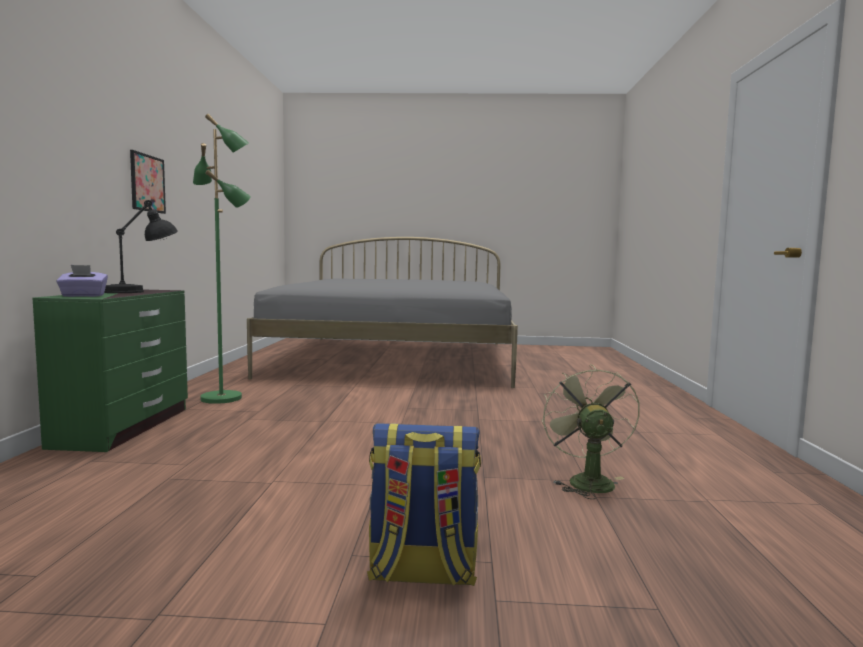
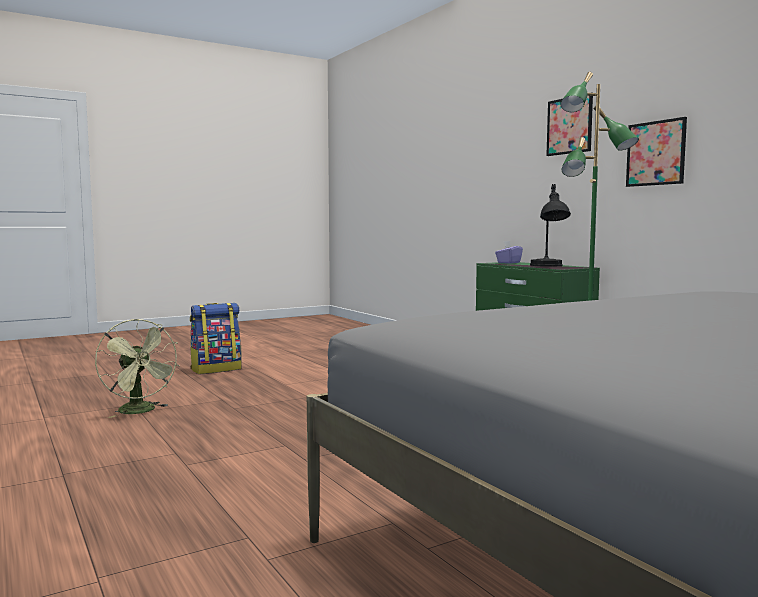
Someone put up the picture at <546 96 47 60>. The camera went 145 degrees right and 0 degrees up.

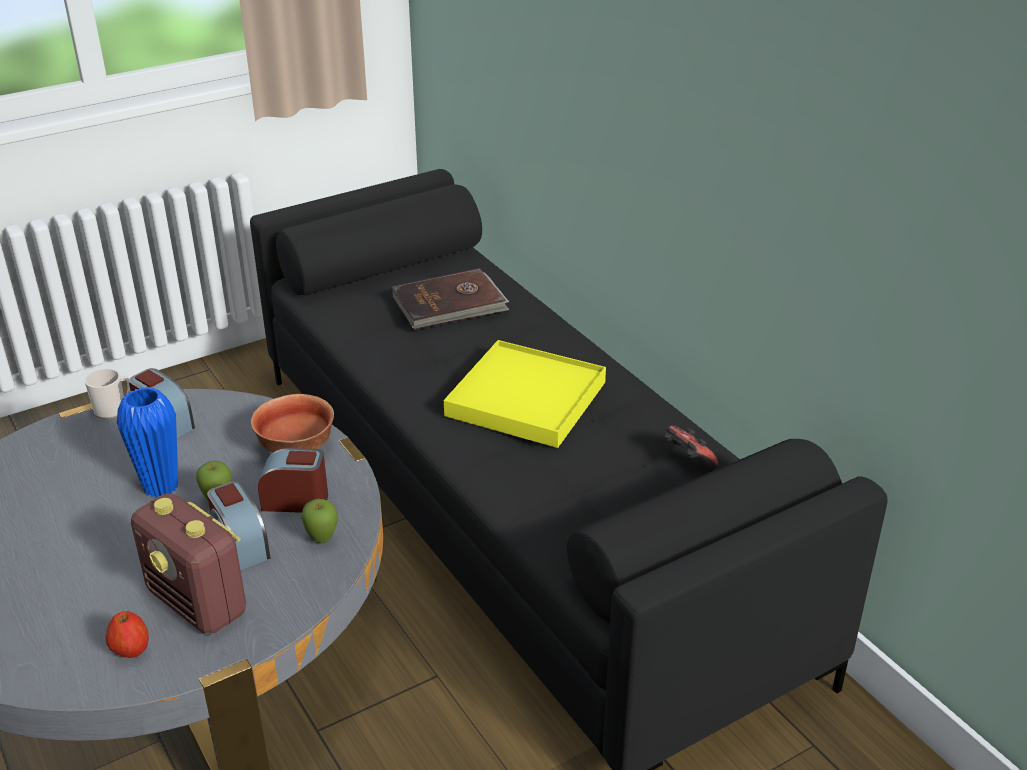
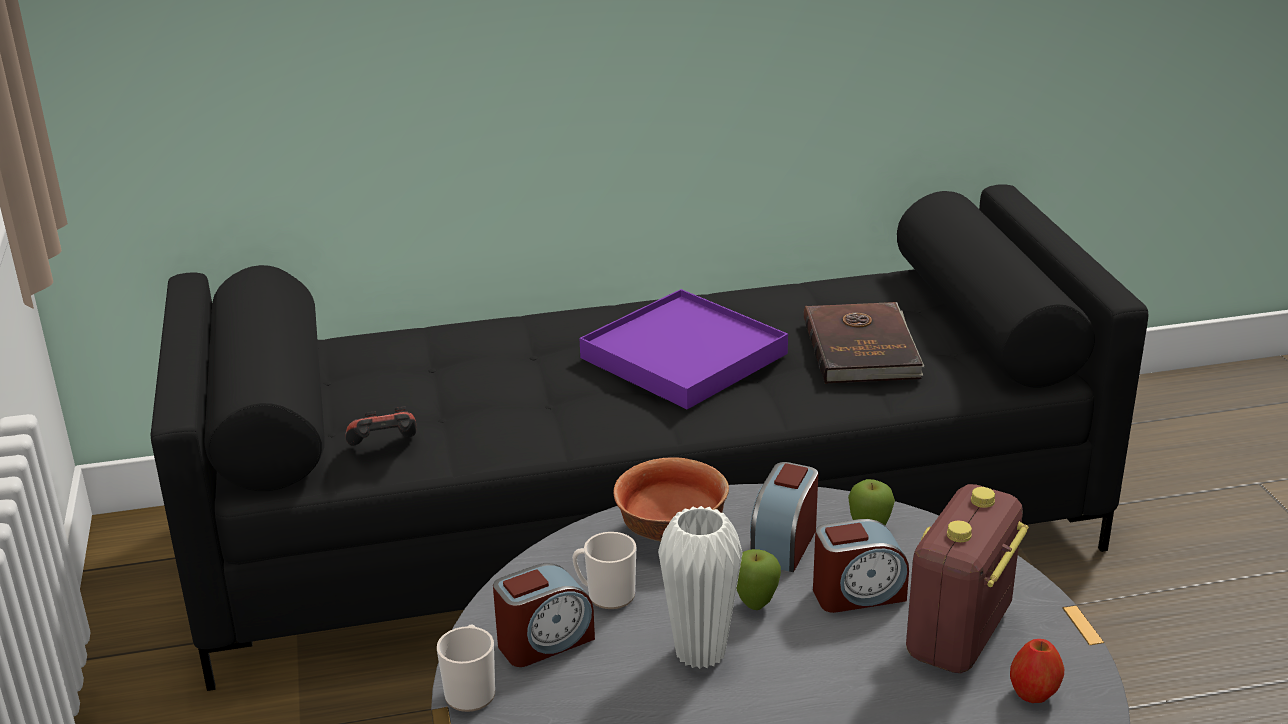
Someone carried the brown book from <391 268 118 62> to <804 302 120 82>. Someone repainted the yellow tray at <444 340 162 108>, which became the purple tray at <579 289 209 120>. Someone repainted the blue vase at <117 387 61 111>, which became the white vase at <658 506 84 163>. Someone carried the game controller from <664 426 54 43> to <345 407 72 39>. Someone rotated the radio at <131 493 115 142> by 150 degrees clockwise. Someone put down the mug at <572 532 64 77>. The camera went 70 degrees left and 5 degrees down.

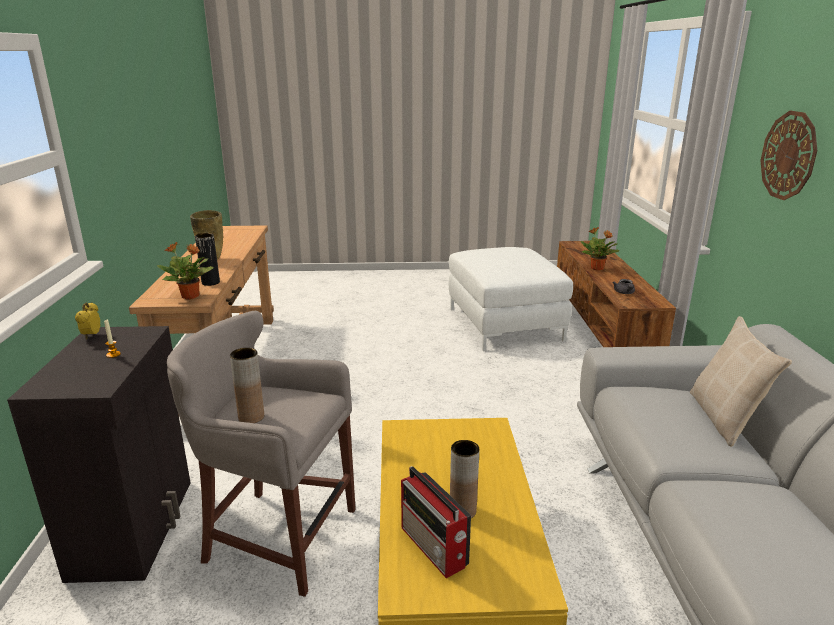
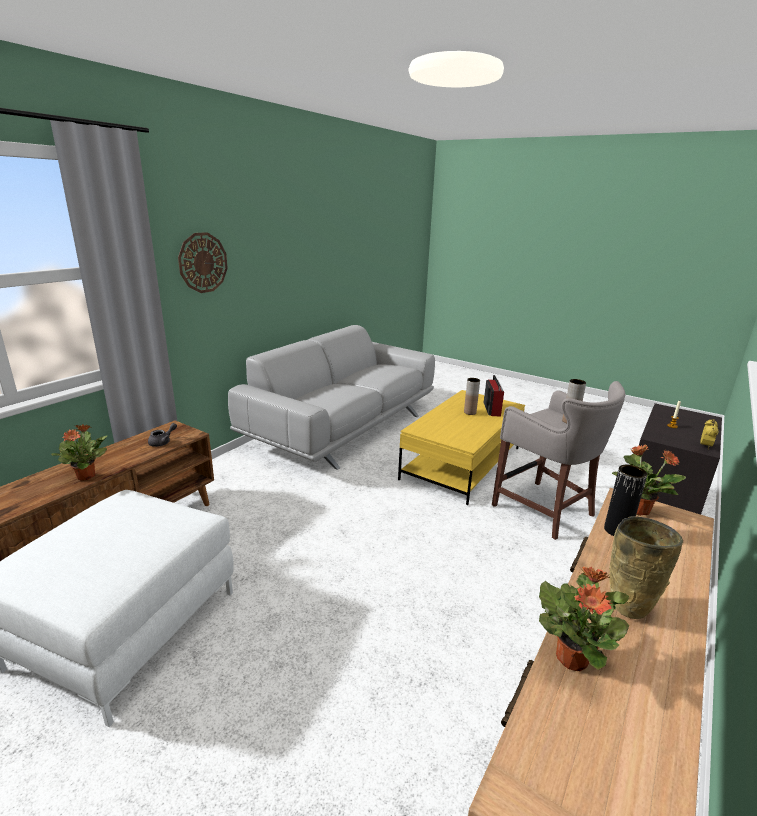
Someone took away the beige pillow at <690 316 102 131>. Someone put down the potted plant at <539 566 90 106>. The camera went 145 degrees left and 0 degrees up.

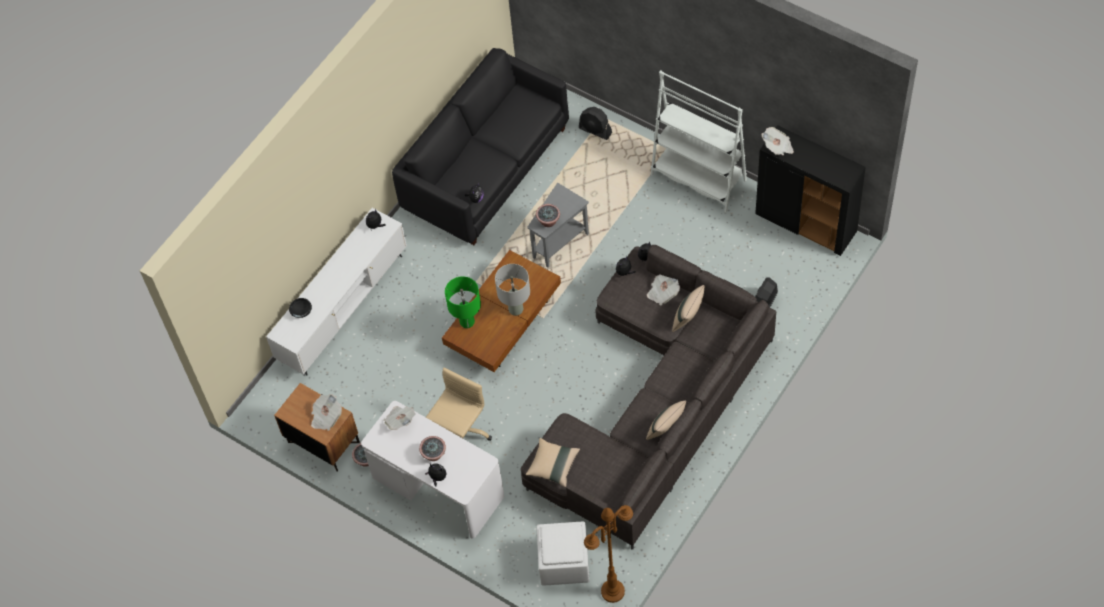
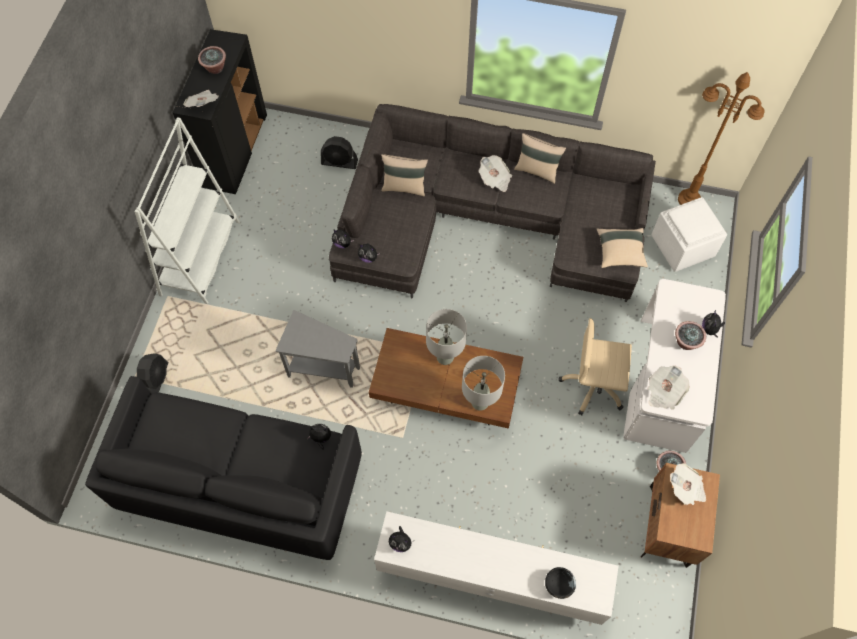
Someone carried the potted plant from <536 204 24 23> to <198 46 28 28>. Someone carried the newspaper from <647 274 33 31> to <479 155 33 37>. Someone repainted the green table lamp at <445 276 36 52>, which became the grey table lamp at <462 356 43 55>. The camera went 115 degrees left and 5 degrees up.

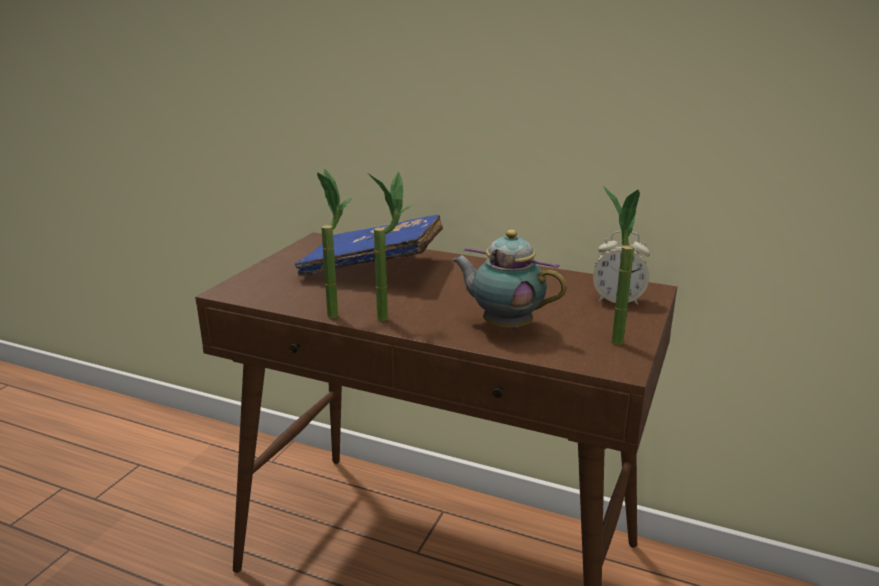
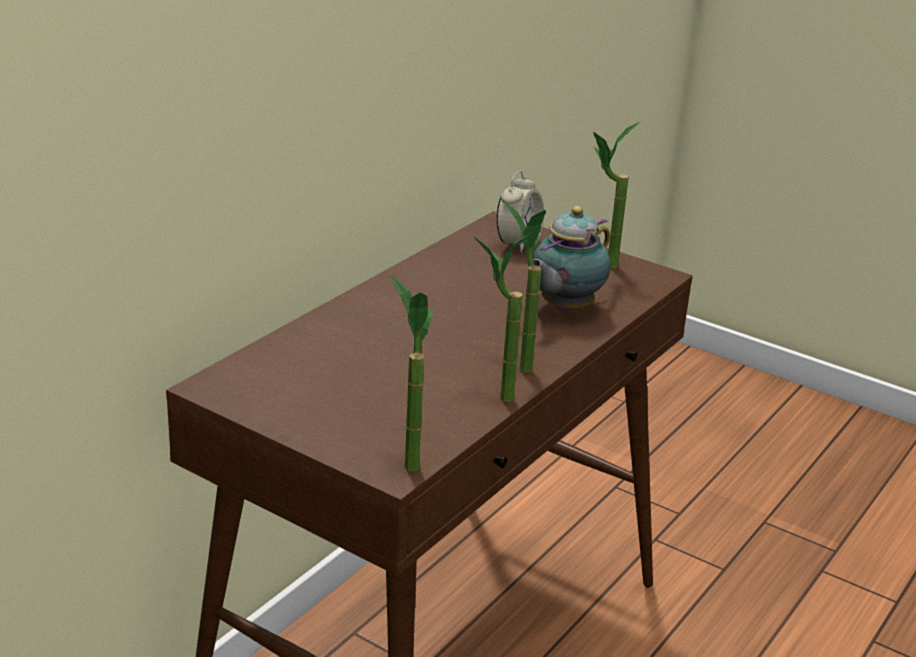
Someone took away the blue book at <295 214 148 62>. Someone put down the potted plant at <391 275 42 197>. The camera went 80 degrees left and 5 degrees up.

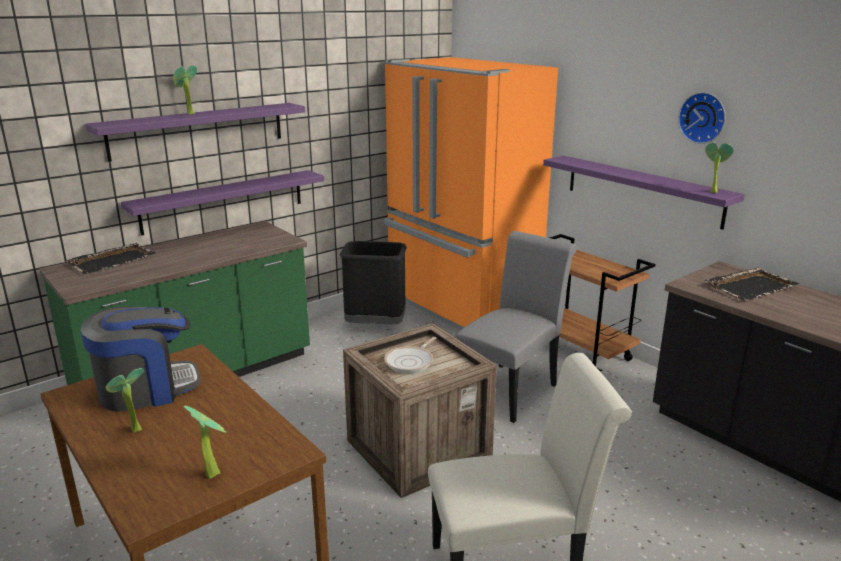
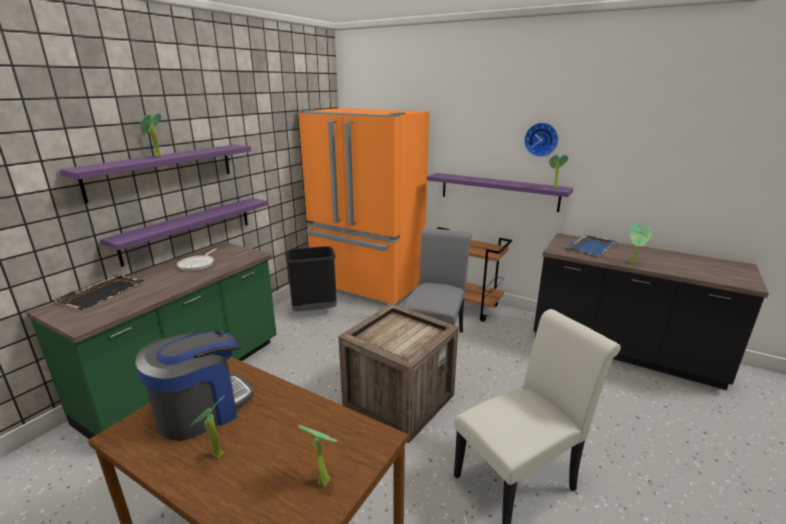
Someone repainted the black tray at <705 268 94 33>, which became the blue tray at <566 234 50 22>. Someone carried the frying pan from <384 337 52 36> to <177 248 40 23>. Someone put down the potted plant at <629 224 23 40>. The camera went 20 degrees left and 0 degrees up.

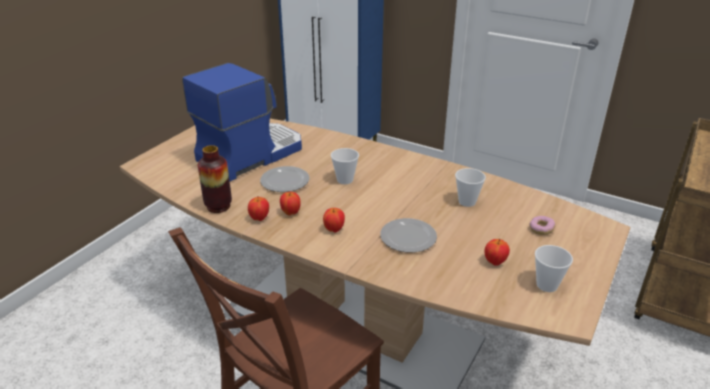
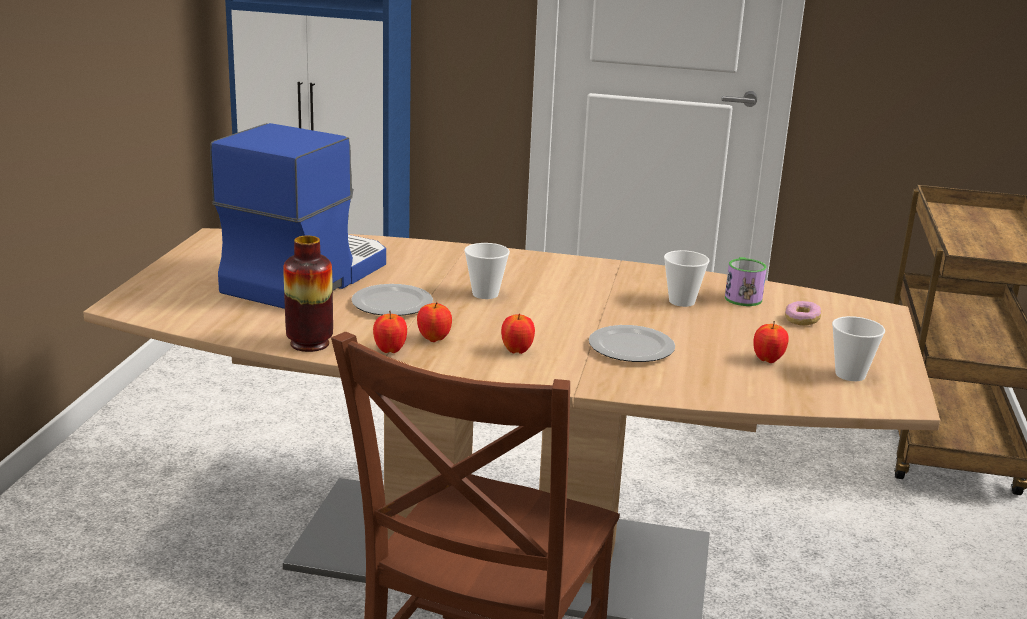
Someone put down the mug at <725 257 42 49>. The camera went 20 degrees left and 10 degrees down.

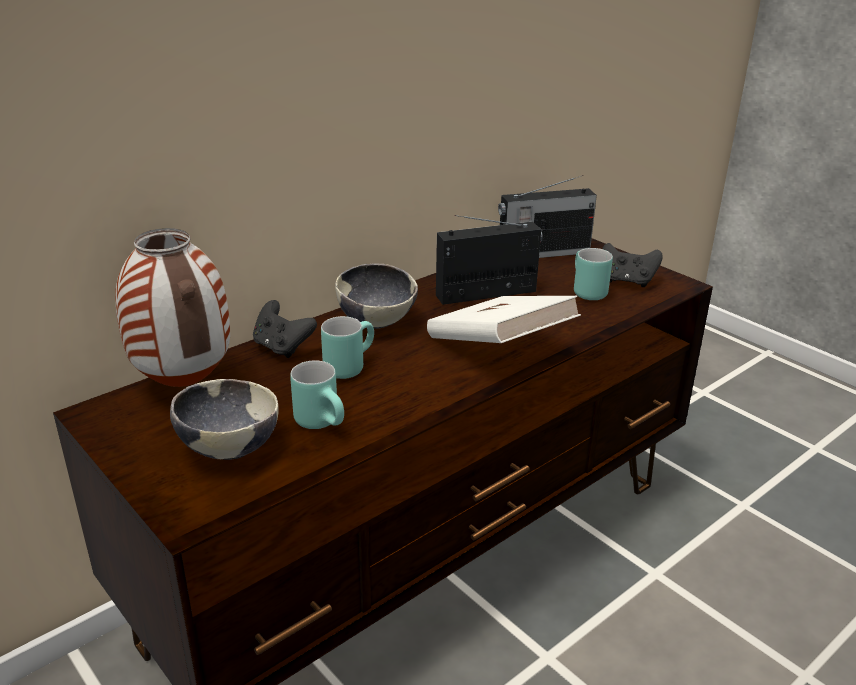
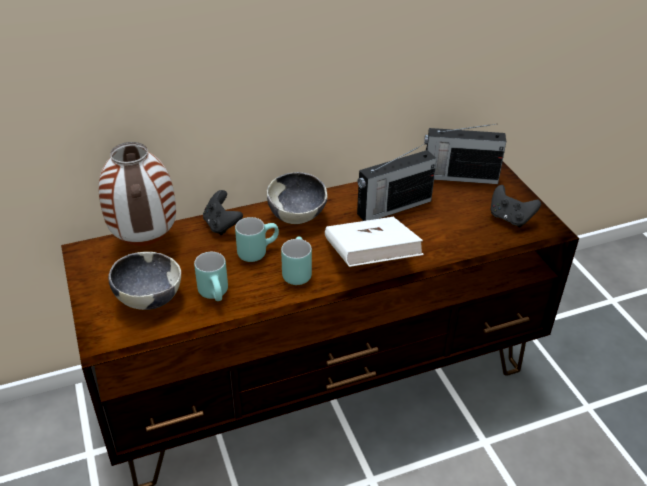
Someone rotated the radio at <436 215 107 90> by 150 degrees clockwise. Someone carried the turquoise mug from <574 248 39 52> to <281 236 31 49>. The camera went 20 degrees right and 10 degrees up.

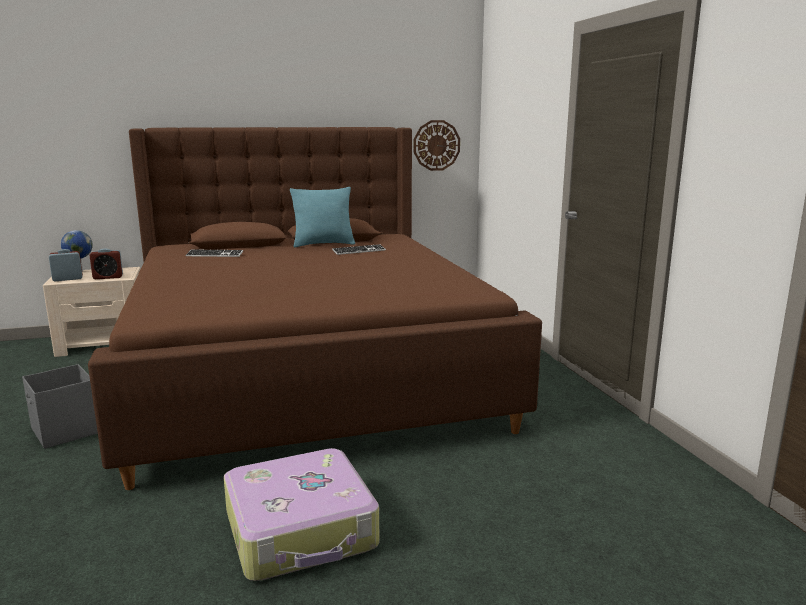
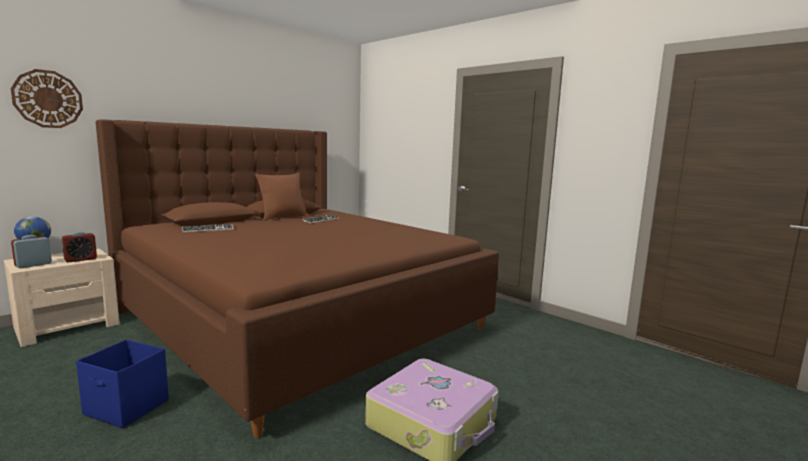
Someone carried the wall clock from <414 120 46 51> to <11 69 72 59>. Someone repainted the turquoise pillow at <290 187 65 60>, which became the brown pillow at <256 173 52 48>. Someone repainted the grey storage box at <22 364 76 85>, which became the blue storage box at <76 339 93 89>. The camera went 30 degrees left and 5 degrees down.

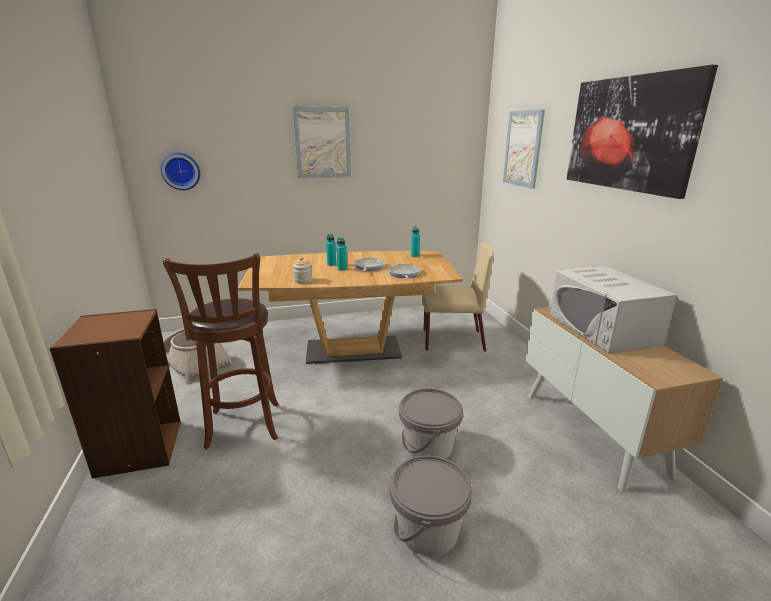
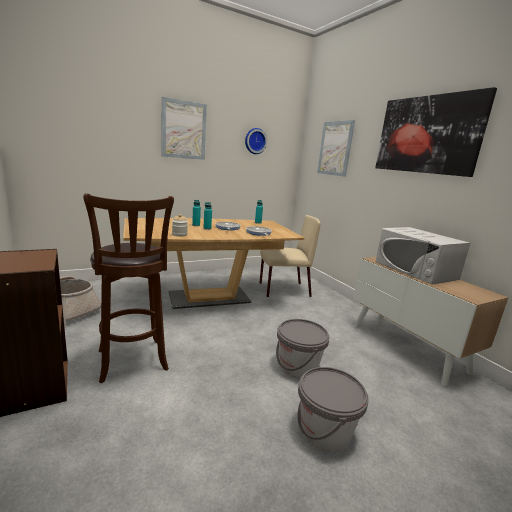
Someone carried the wall clock from <161 153 39 37> to <245 128 22 26>. The camera went 15 degrees left and 5 degrees down.

